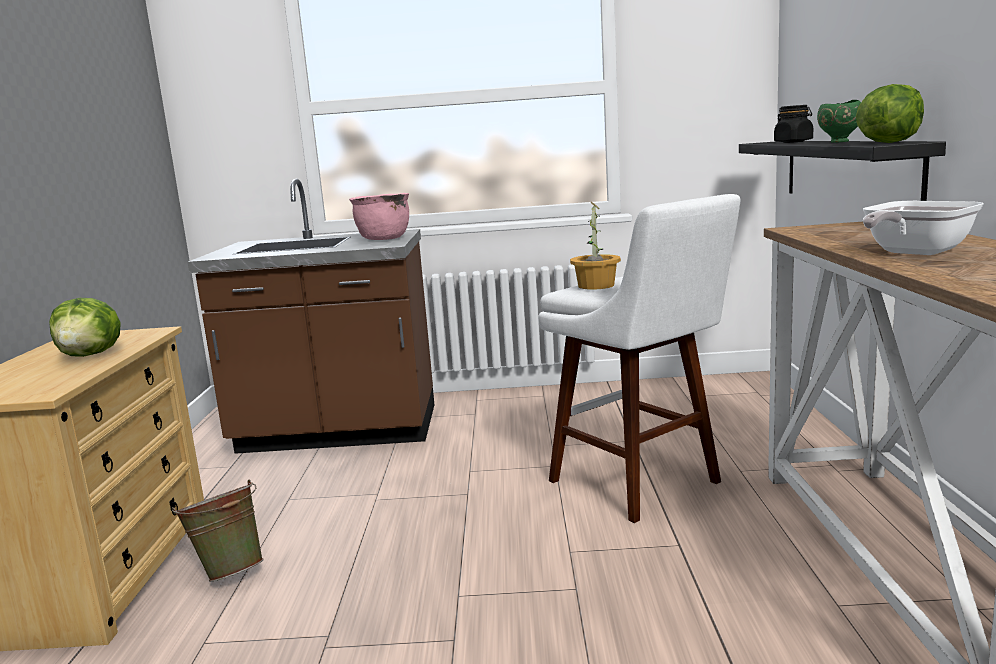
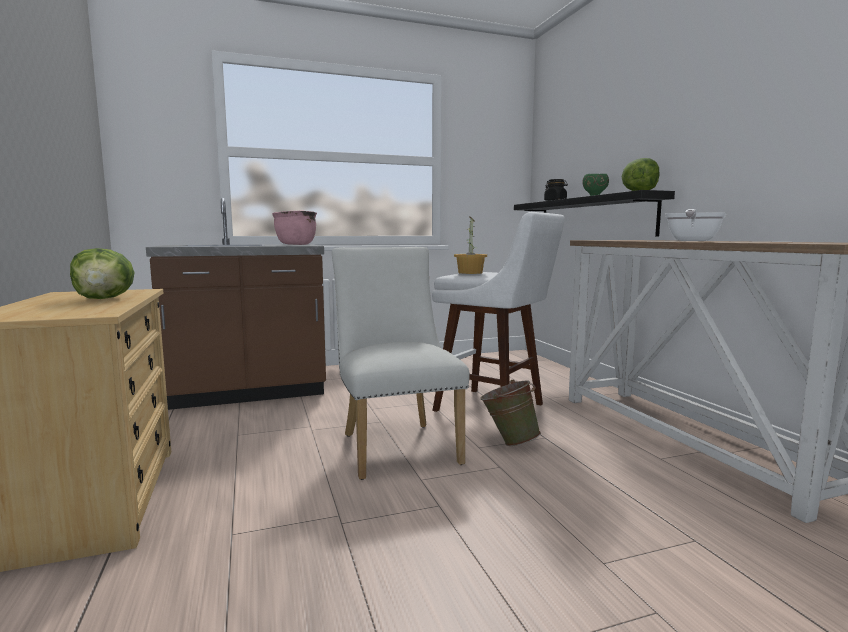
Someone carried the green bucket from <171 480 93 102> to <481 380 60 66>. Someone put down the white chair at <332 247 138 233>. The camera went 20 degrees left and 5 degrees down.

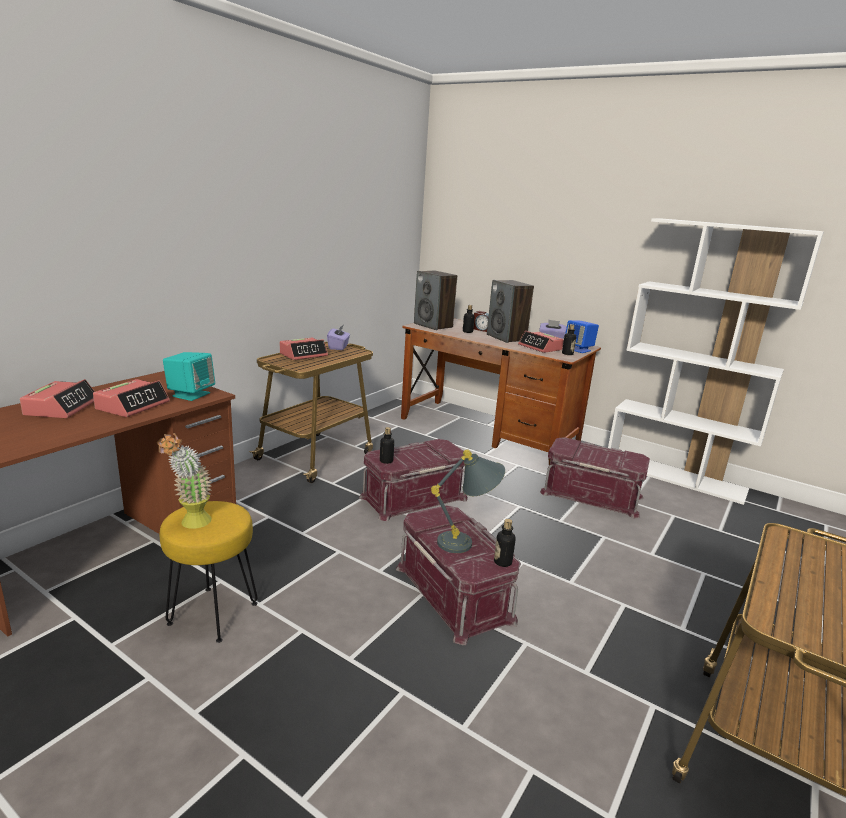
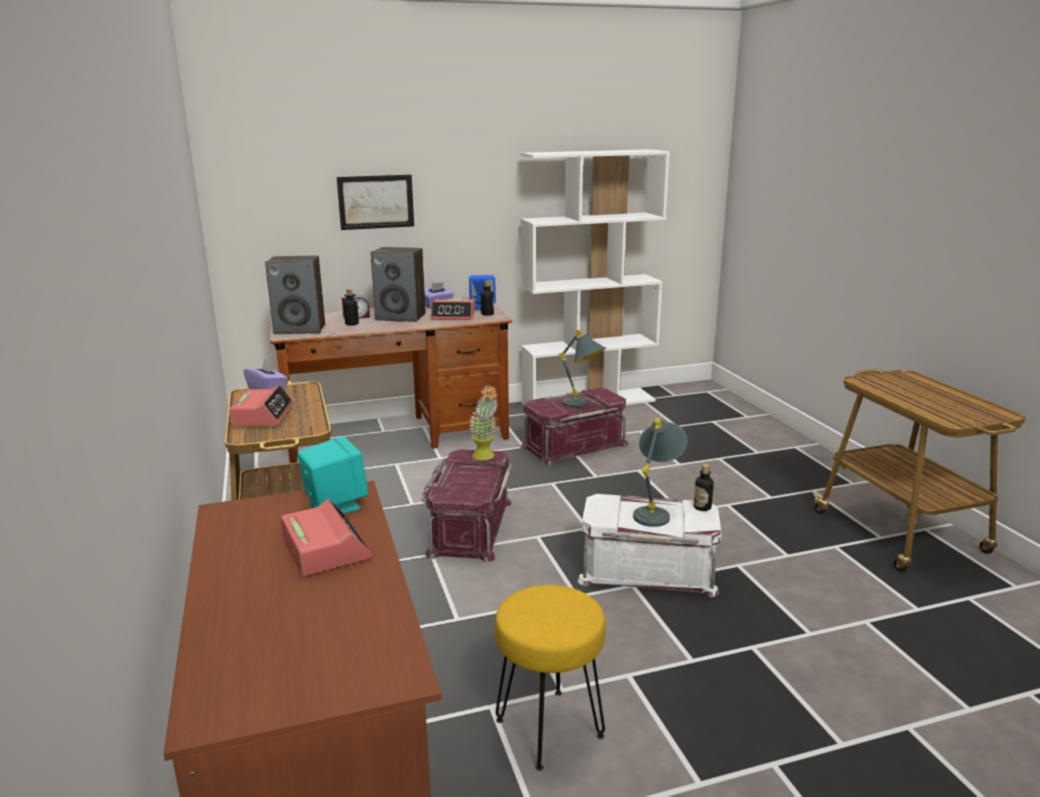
Someone took away the alarm clock at <20 379 75 39>. Someone took away the bottle at <380 427 14 37>. Someone carried the potted plant from <157 433 55 96> to <469 385 29 75>. Someone repainted the red storage box at <396 505 125 140>, which became the white storage box at <577 494 145 104>. Someone put up the picture at <337 174 77 56>. Someone put down the grey table lamp at <559 329 47 79>. The camera went 50 degrees left and 0 degrees up.

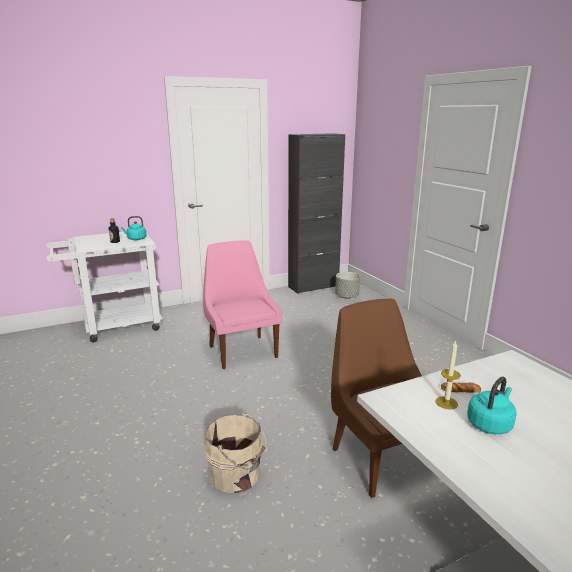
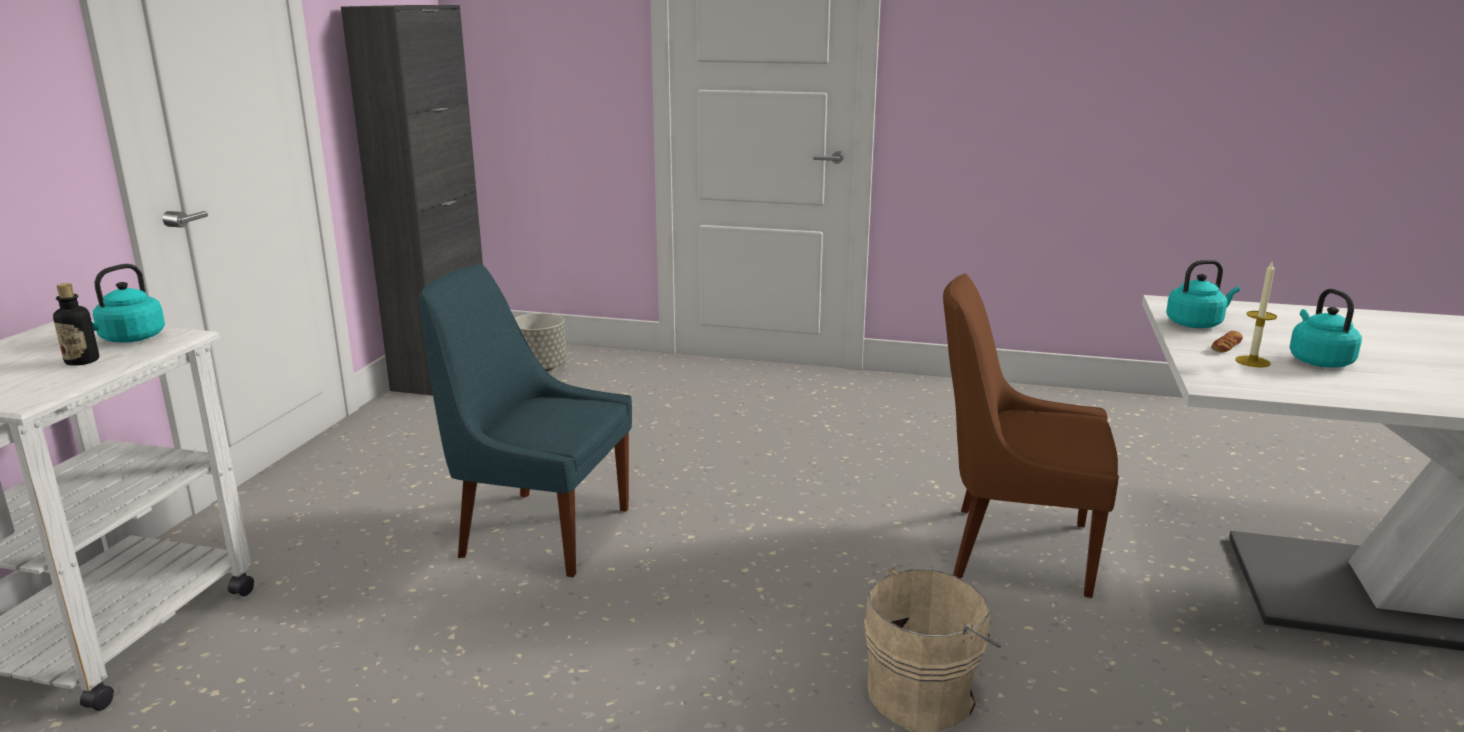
Someone repainted the pink chair at <203 240 79 129>, which became the blue chair at <419 264 213 313>. Someone put down the turquoise kettle at <1166 260 74 68>. The camera went 50 degrees left and 0 degrees up.

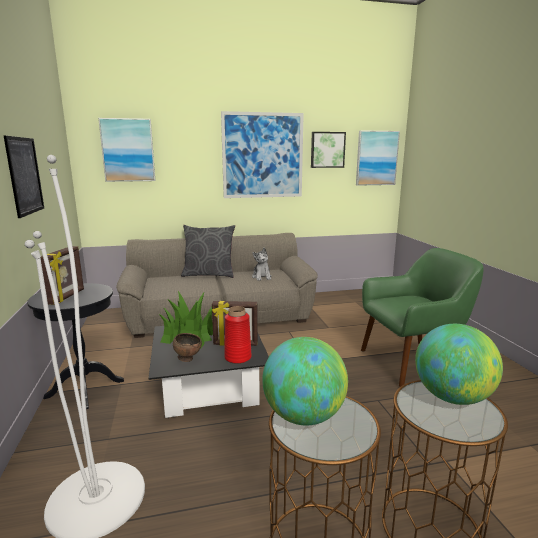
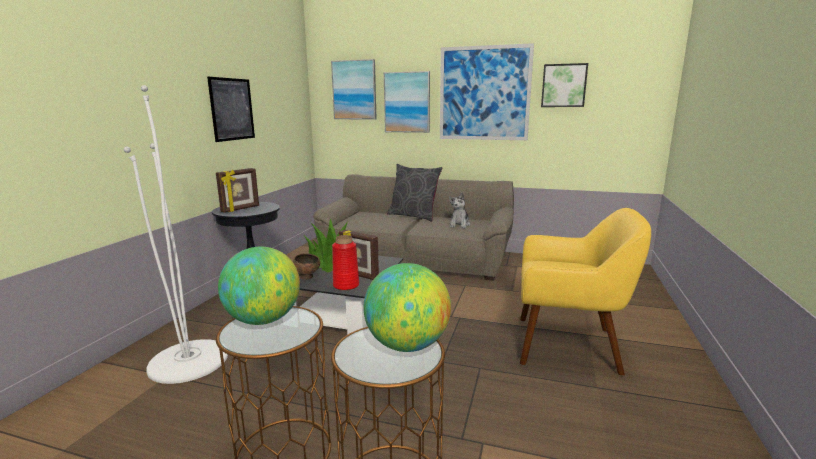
Someone carried the picture from <356 130 44 56> to <384 71 46 62>. Someone repainted the green armchair at <361 248 123 139>, which became the yellow armchair at <520 208 131 168>. The camera went 30 degrees right and 0 degrees up.

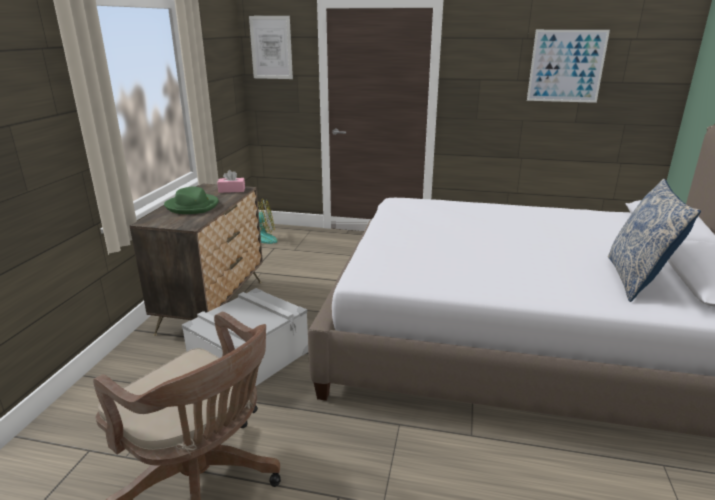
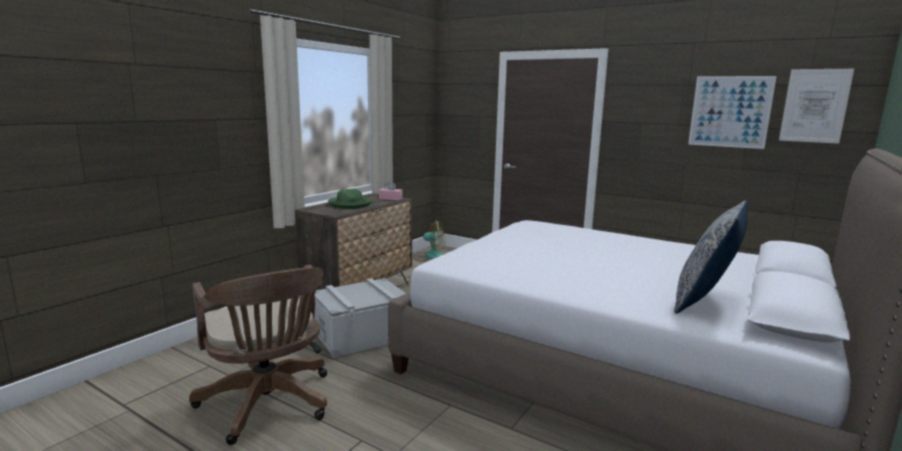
Someone carried the picture from <249 16 44 63> to <779 69 75 75>. The camera went 20 degrees right and 10 degrees down.

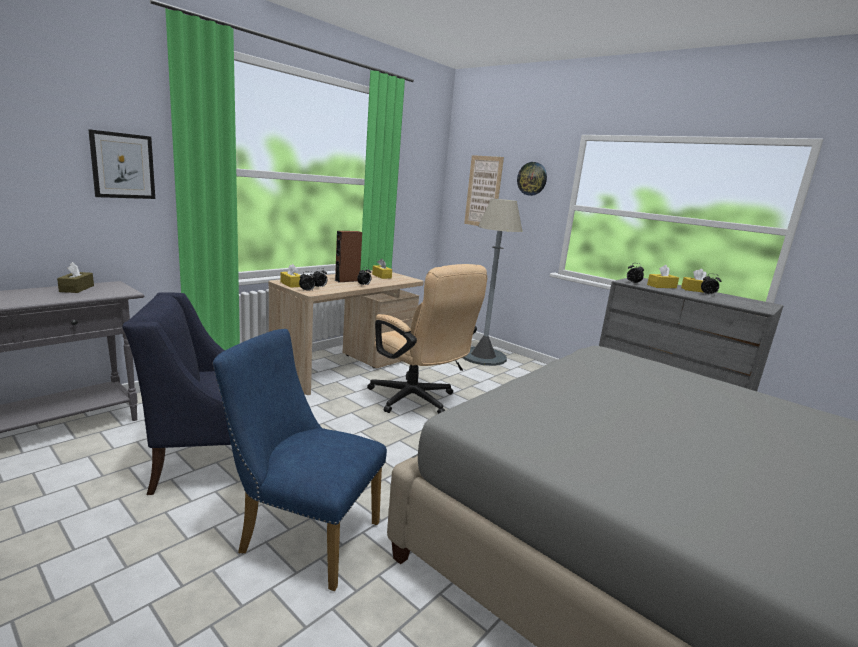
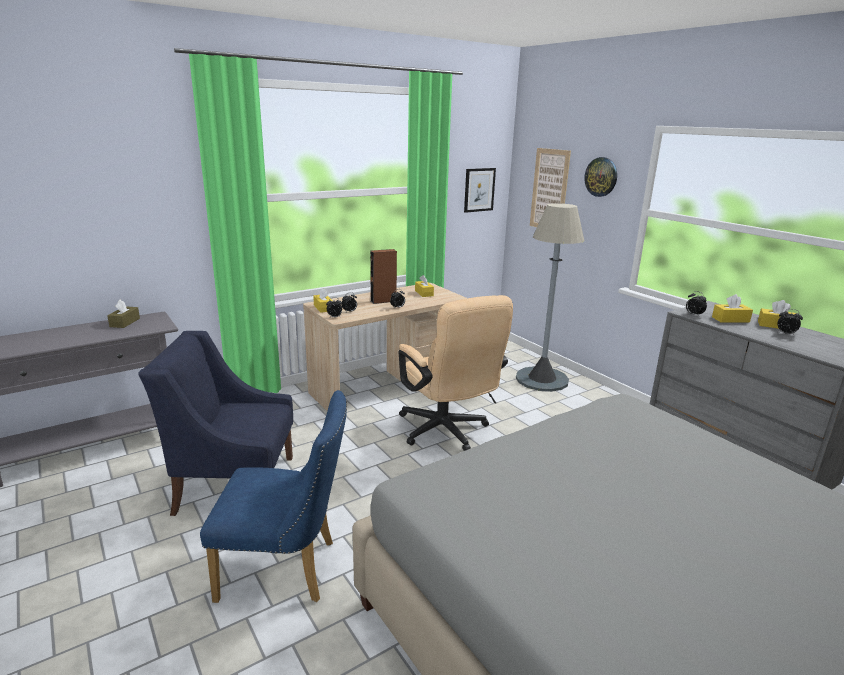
Someone carried the picture from <88 129 67 70> to <464 168 32 45>. Someone rotated the blue chair at <212 329 175 262> by 150 degrees clockwise. The camera went 15 degrees right and 5 degrees up.

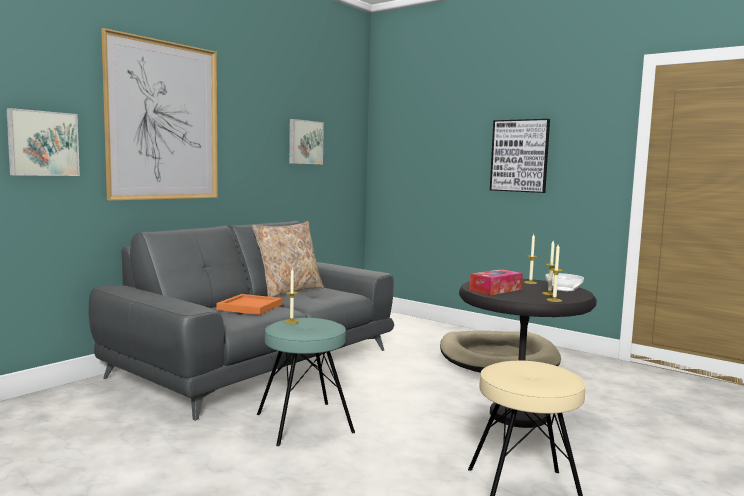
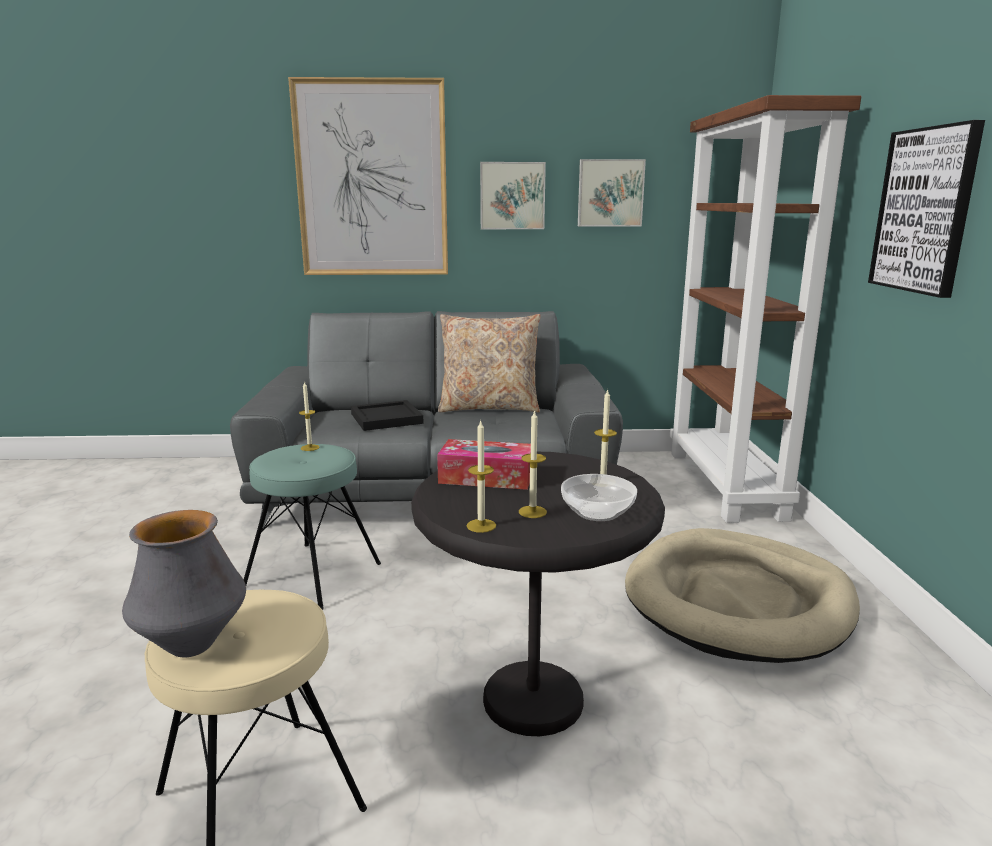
Someone carried the picture from <6 108 74 68> to <480 162 66 67>. Someone repainted the orange tray at <216 294 67 21>, which became the black tray at <351 400 73 31>. Someone put down the brown bookcase at <670 95 191 428>. Someone put down the vase at <122 510 124 148>. The camera went 50 degrees right and 10 degrees up.

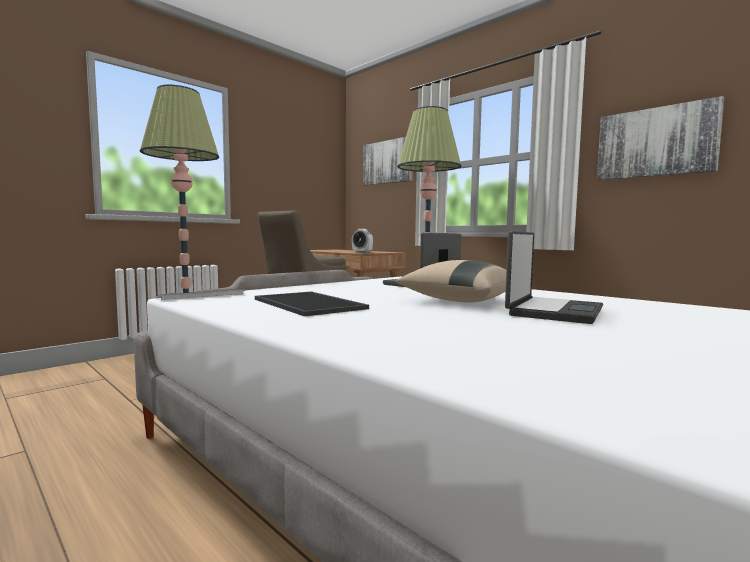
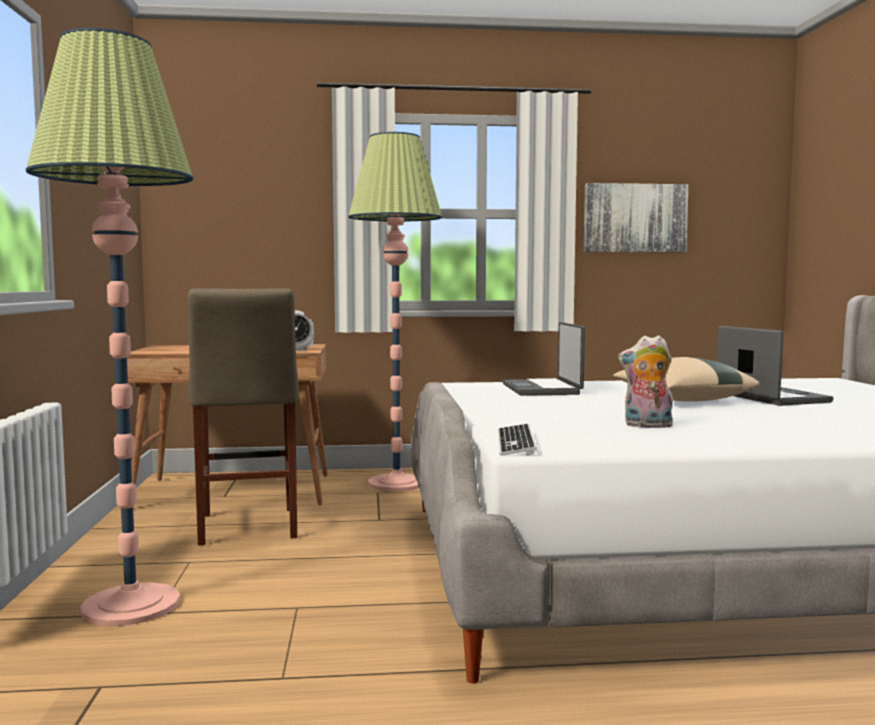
Someone took away the picture at <363 137 50 49>. Someone swapped the tray at <255 291 114 26> for the plush toy at <618 335 55 93>. The camera went 50 degrees left and 0 degrees up.

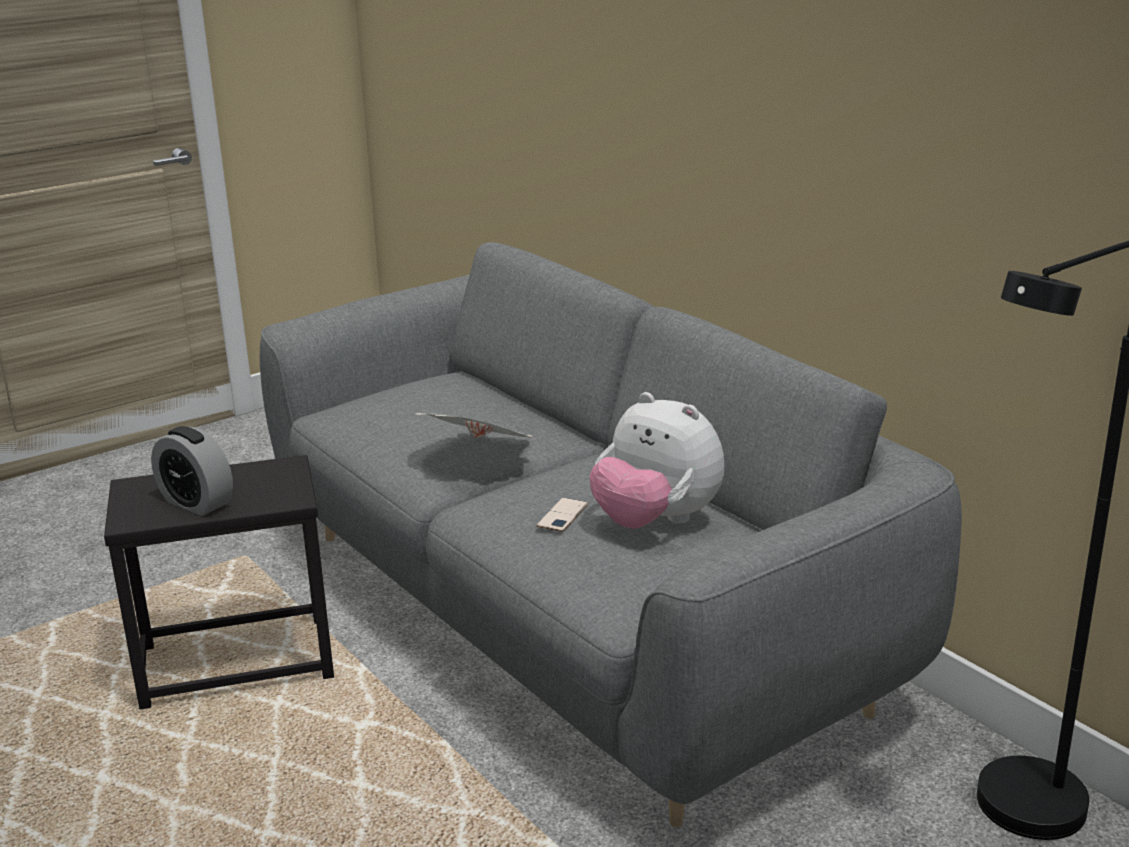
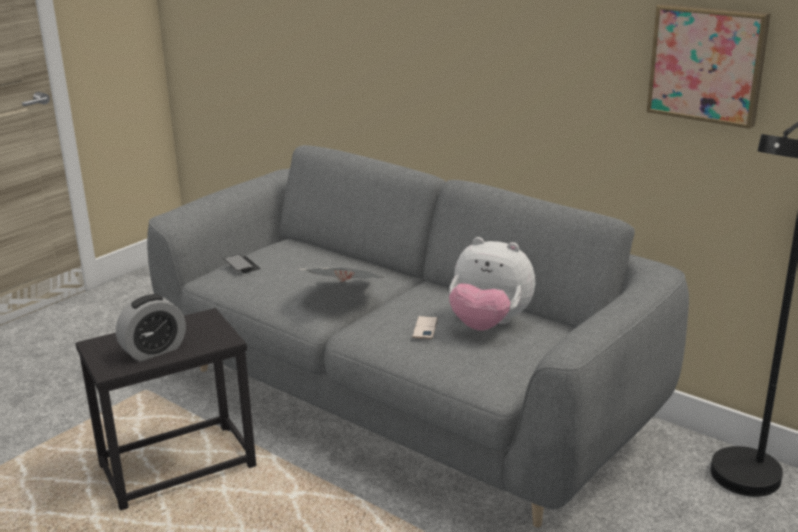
Someone rotated the alarm clock at <151 426 82 90> by 60 degrees counterclockwise. Someone put up the picture at <647 3 124 126>. Someone put down the phone at <223 254 37 19>. The camera went 15 degrees left and 0 degrees up.

